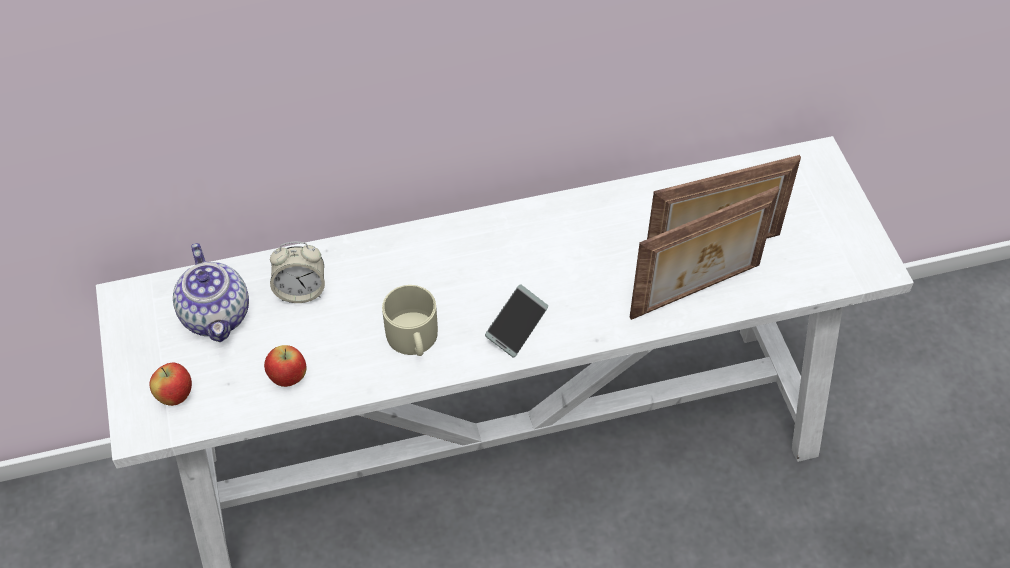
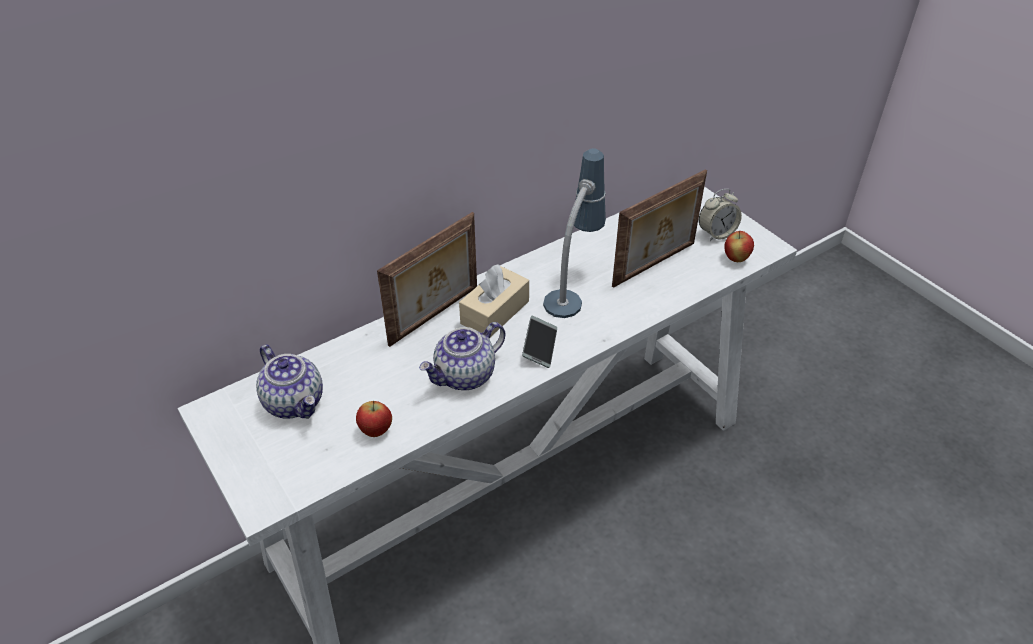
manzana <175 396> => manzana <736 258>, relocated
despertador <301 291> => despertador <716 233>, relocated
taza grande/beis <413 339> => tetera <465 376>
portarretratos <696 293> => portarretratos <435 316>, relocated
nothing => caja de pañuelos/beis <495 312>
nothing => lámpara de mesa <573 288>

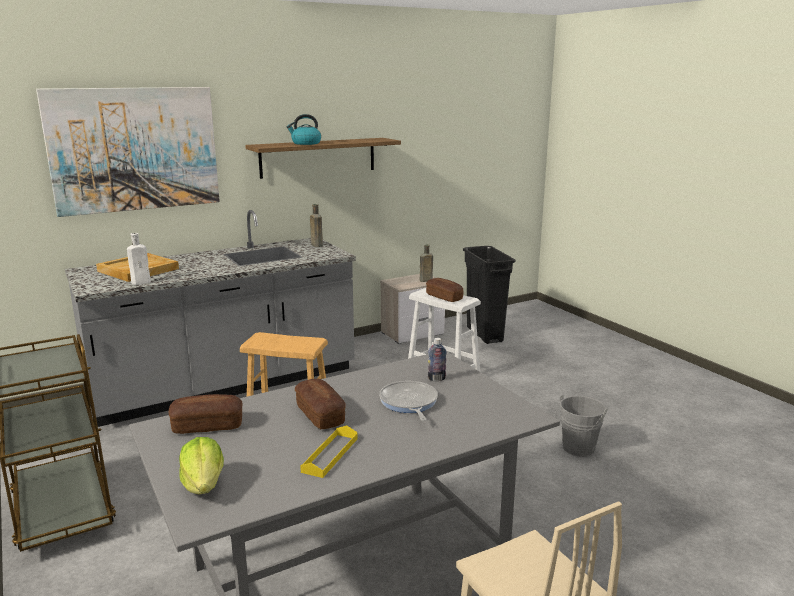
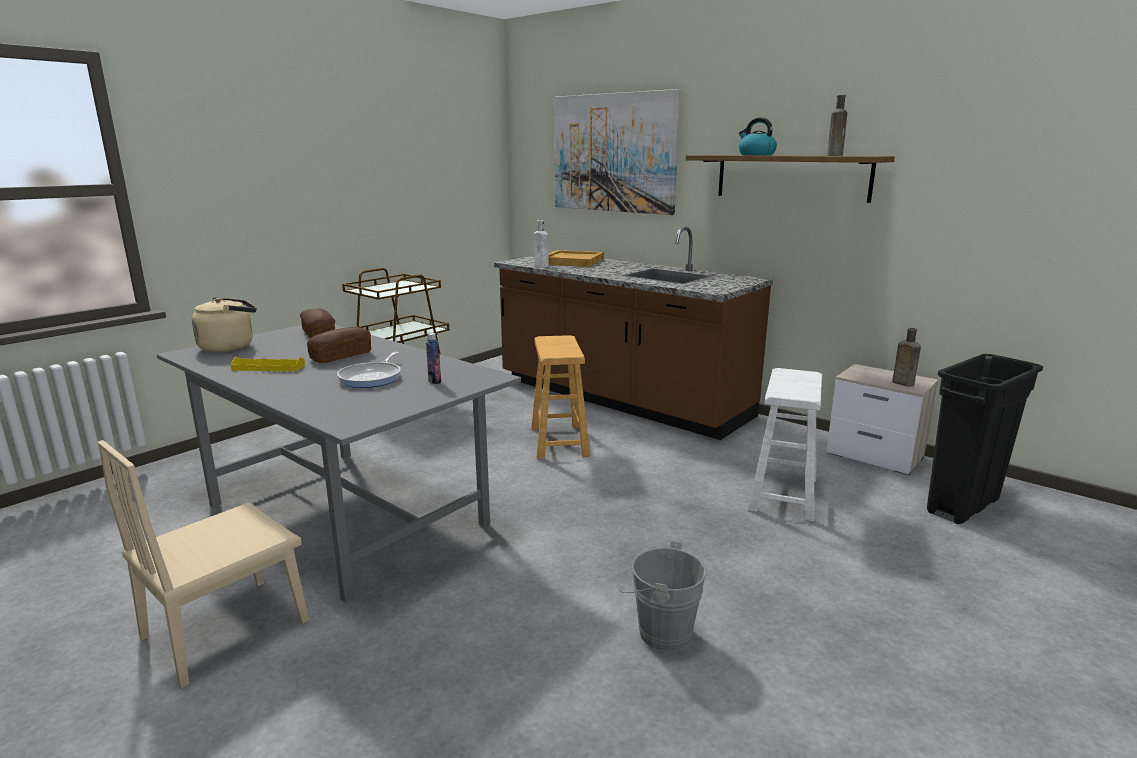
mueble bajo de cocina/gris <226 384> => mueble bajo de cocina/marrón <620 398>
lechuga <204 485> => hervidor/beis <230 347>
botella/marrón <316 245> => botella/marrón <835 155>, relocated
sartén <409 403> => sartén <372 378>, 135 degrees clockwise
pan <444 297> => nothing

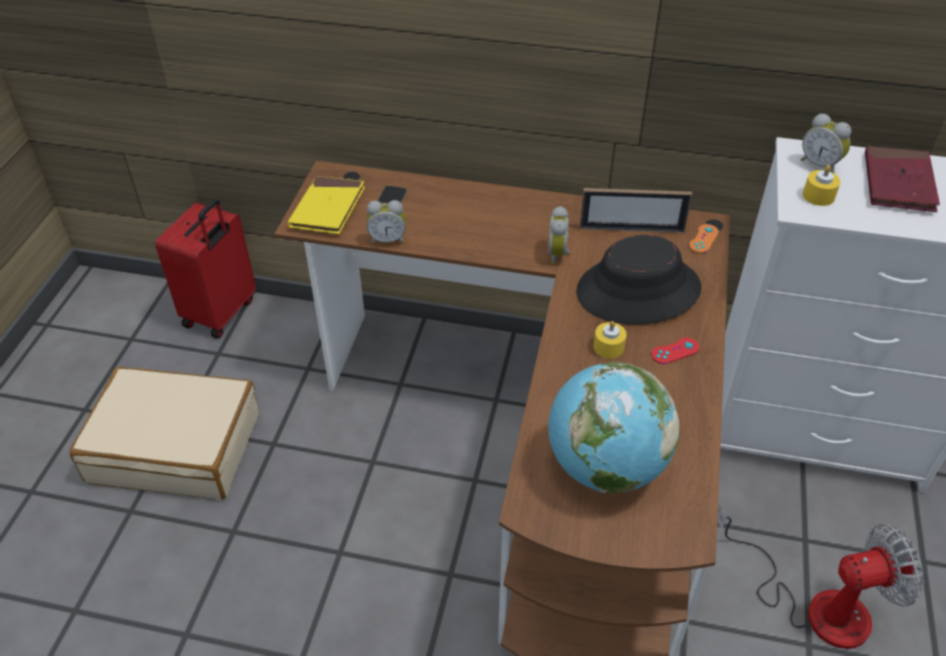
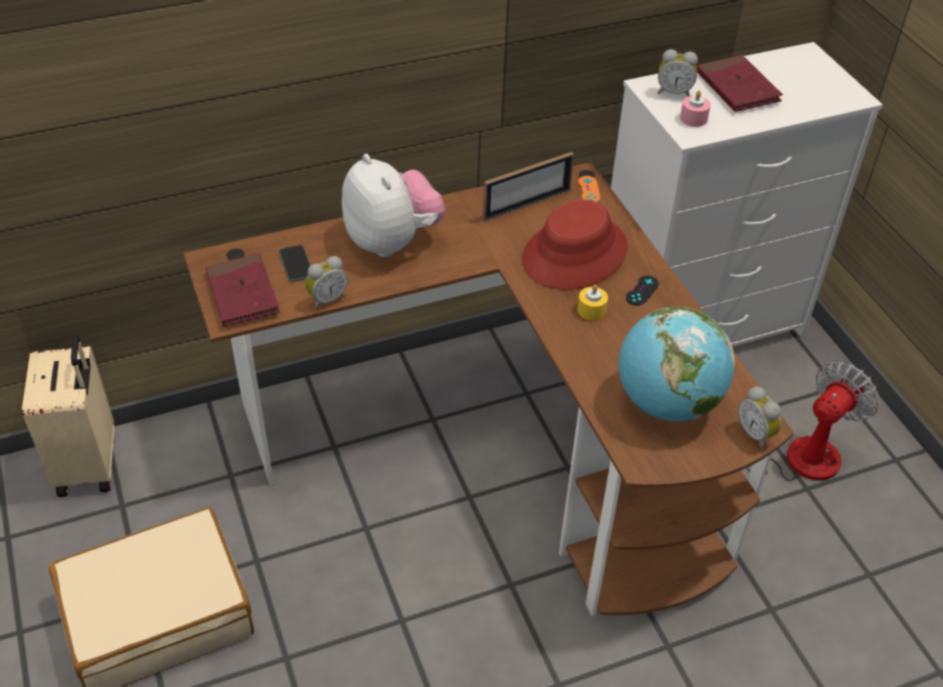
maleta/rojo <221 313> => maleta/beis <89 465>
libro/amarillo <328 208> => libro/rojo <242 293>
despertador <559 254> => despertador <756 434>, relocated
sombrero/negro <638 291> => sombrero/rojo <575 254>
mando de consola/rojo <675 351> => mando de consola/negro <642 291>
vela/amarillo <818 196> => vela/rosa <693 118>
nothing => peluche <392 241>

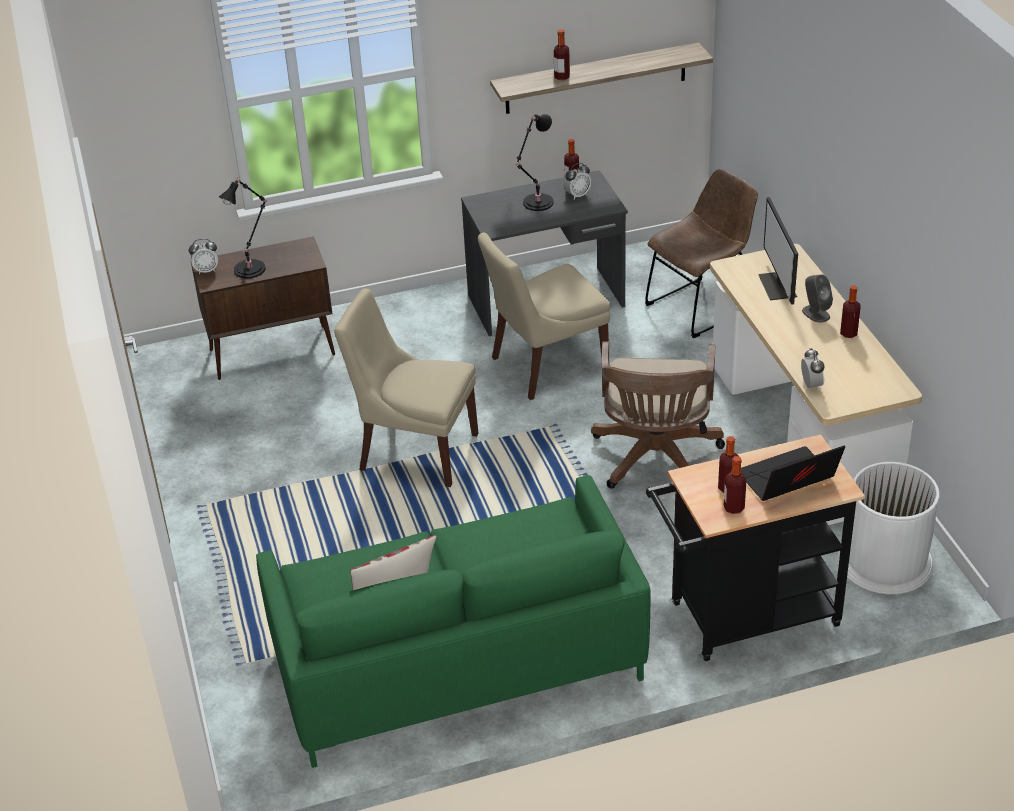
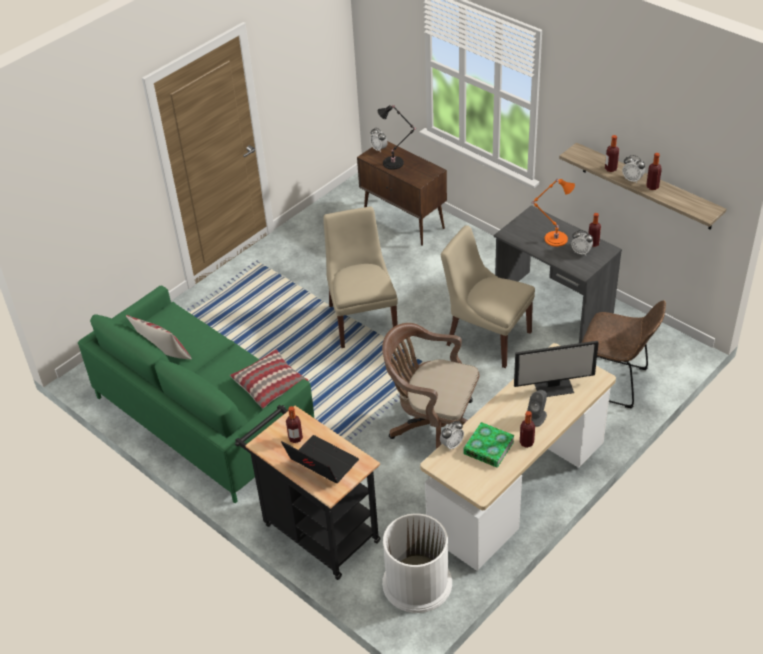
lámpara de mesa/negro <536 204> => lámpara de mesa/naranja <553 239>
silla de oficina/marrón <655 461> => silla de oficina/marrón <433 427>, 45 degrees clockwise
botella <733 508> => botella <652 186>, relocated
monitor <778 286> => monitor <554 387>, 150 degrees counterclockwise
nothing => cojín <270 384>
nothing => libro <488 448>
nothing => despertador <632 179>

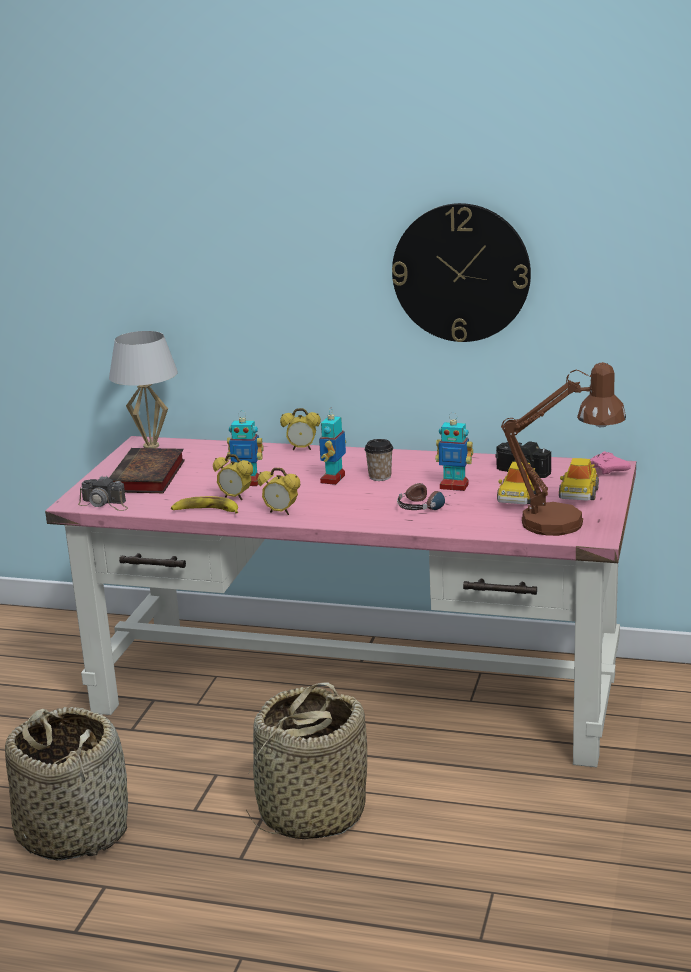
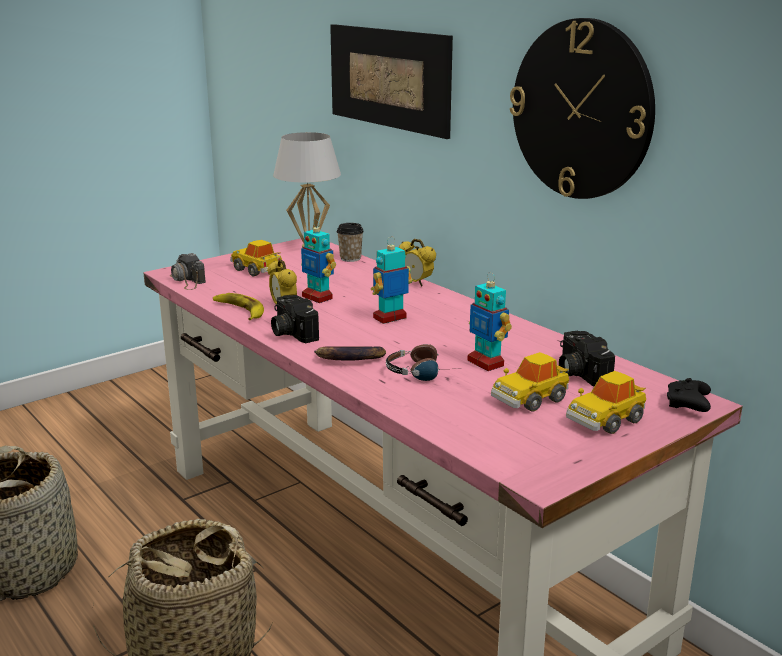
libro <147 477> => coche de juguete <257 269>
despertador <281 512> => cámara <291 332>
taza <380 477> => taza <350 258>, relocated
lámpara de mesa/marrón <566 523> => nothing
mando de consola/rosa <609 470> => mando de consola/negro <688 405>
nothing => plátano <349 359>
nothing => cuadro <388 78>

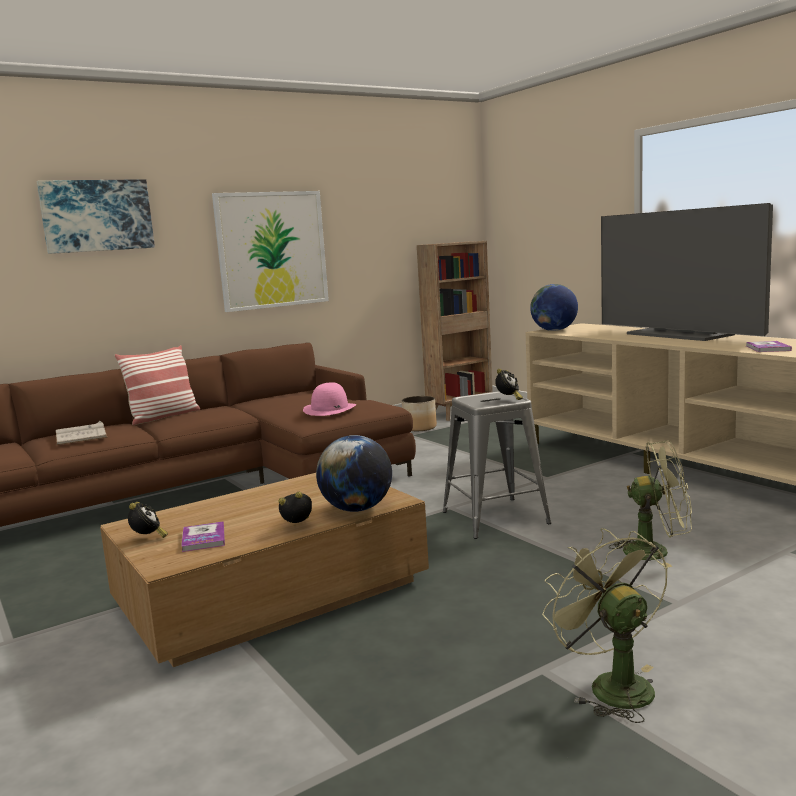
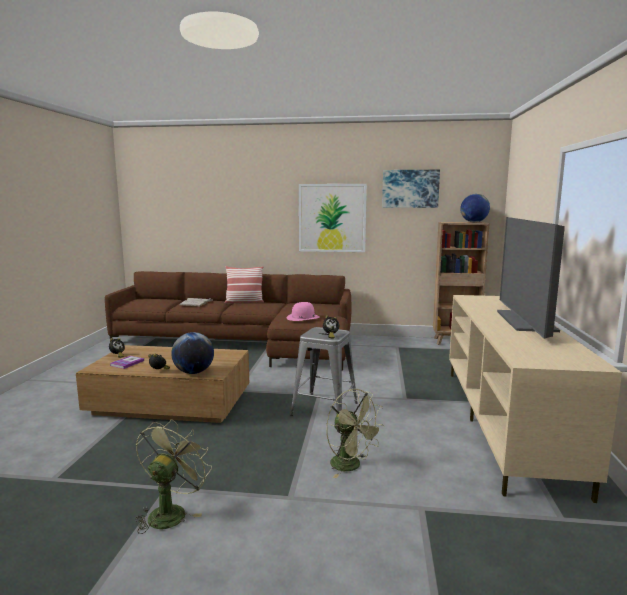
cuadro <97 216> => cuadro <410 188>, relocated
maceta <420 428> => nothing
globo terráqueo <554 330> => globo terráqueo <474 222>, relocated
libro <767 348> => nothing

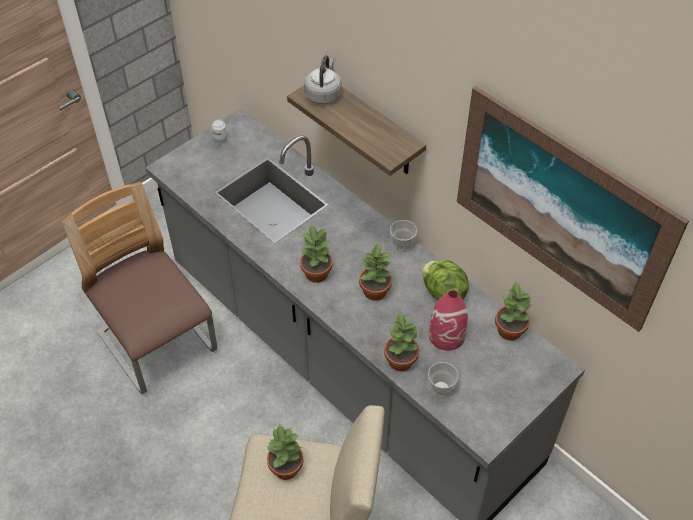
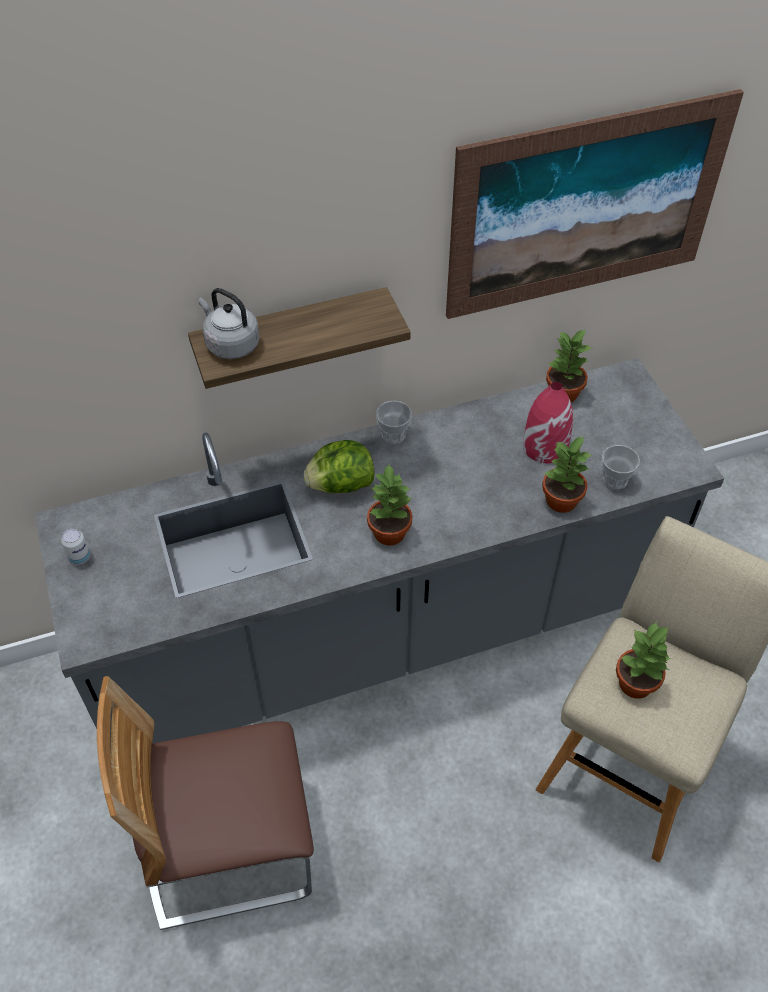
planta en maceta <374 291> => nothing
lechuga <442 293> => lechuga <341 485>, relocated

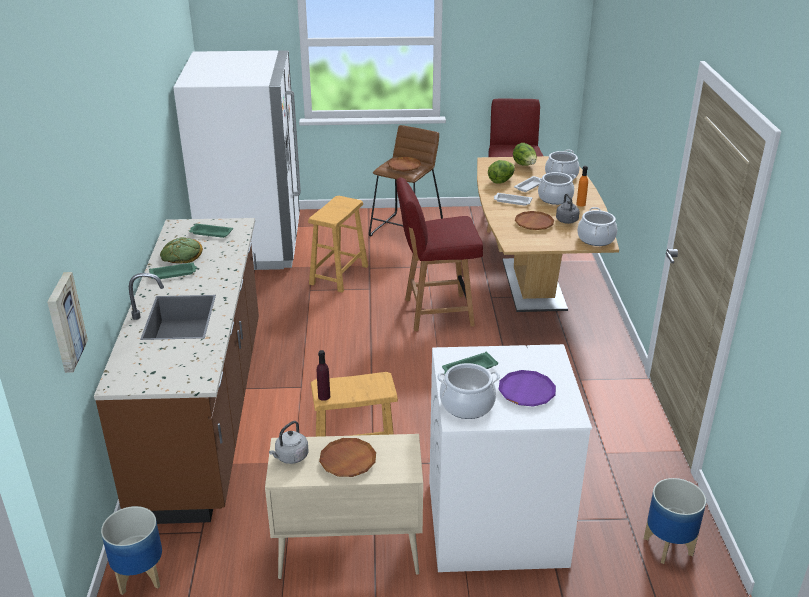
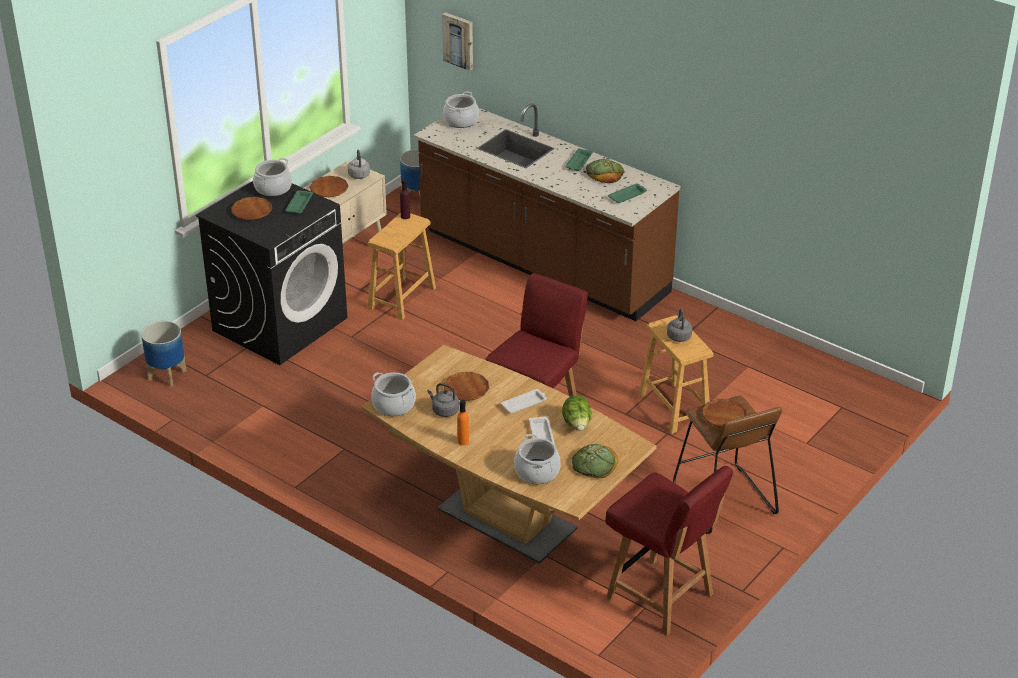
nevera/blanco <252 244> => nothing
lavadora/blanco <495 523> => lavadora/negro <280 324>
plato/morado <526 392> => plato/marrón <252 211>
lechuga <524 165> => pan <594 464>
olla <555 198> => olla <460 121>, relocated
nothing => hervidor/gris <679 336>

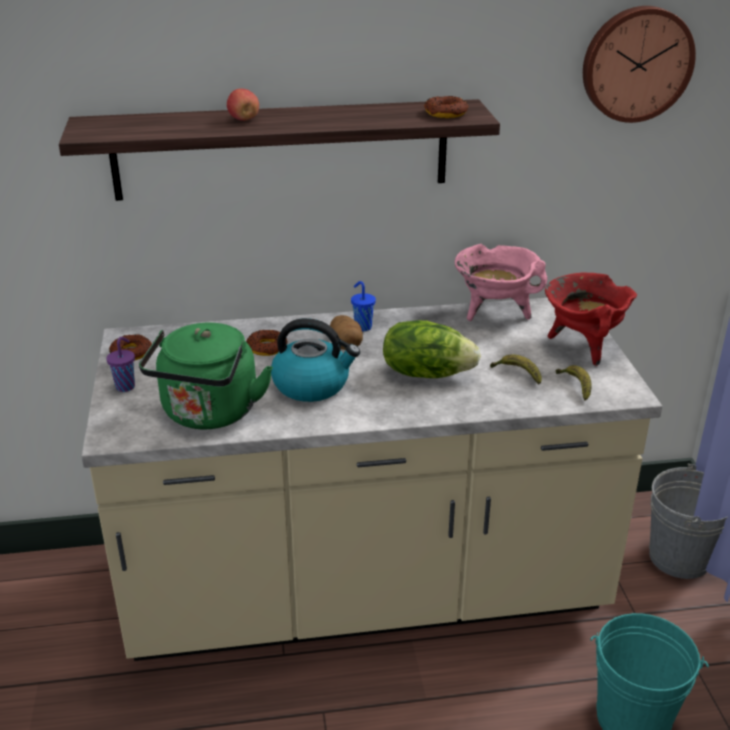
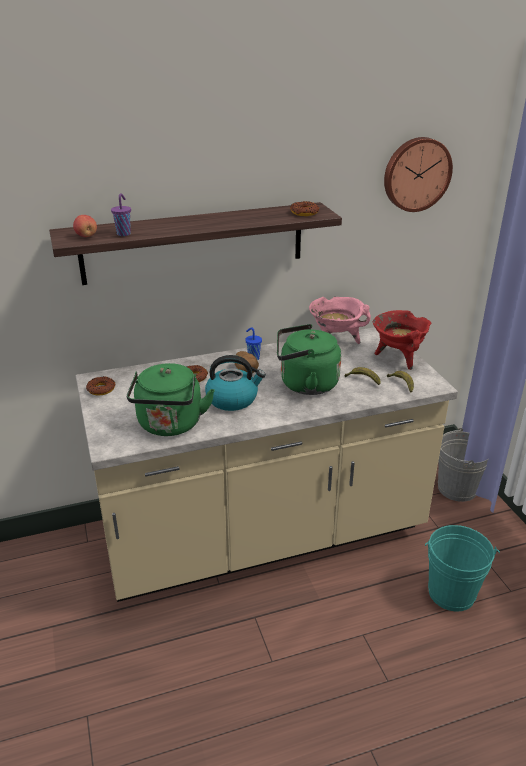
taza/morado <126 386> => taza/morado <124 234>, relocated
manzana <244 119> => manzana <86 236>, relocated
lechuga <426 373> => hervidor/verde <305 384>

